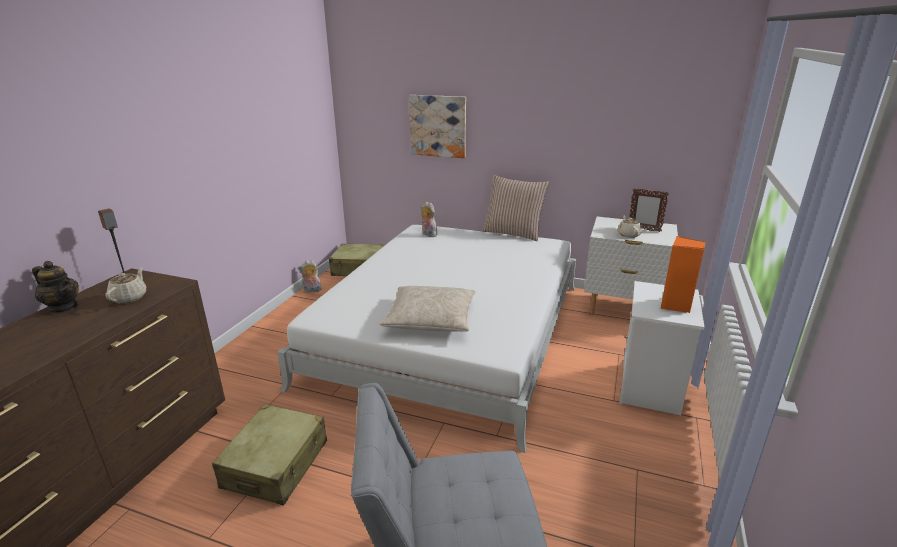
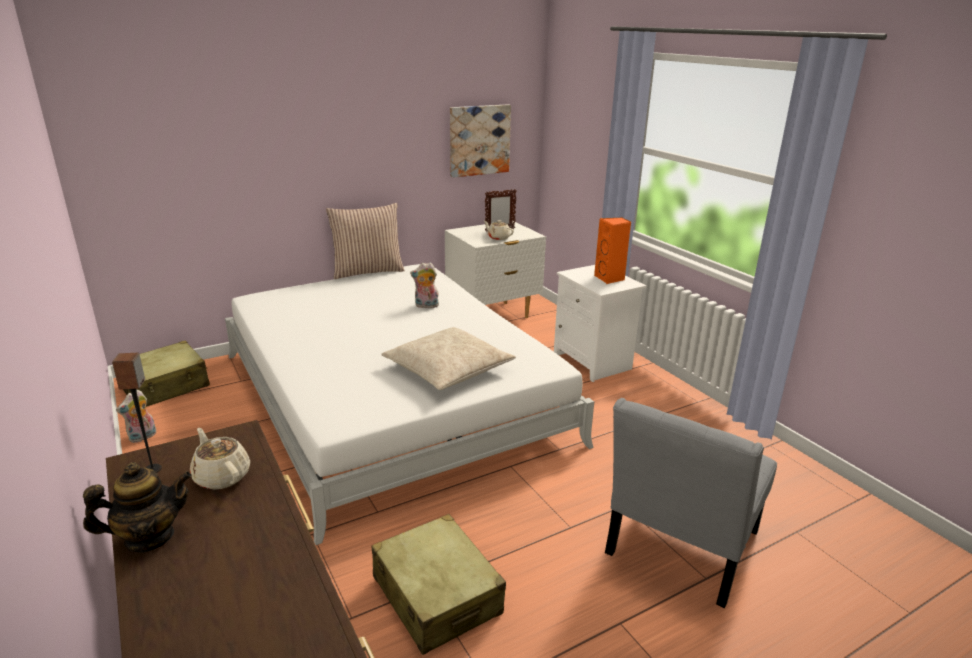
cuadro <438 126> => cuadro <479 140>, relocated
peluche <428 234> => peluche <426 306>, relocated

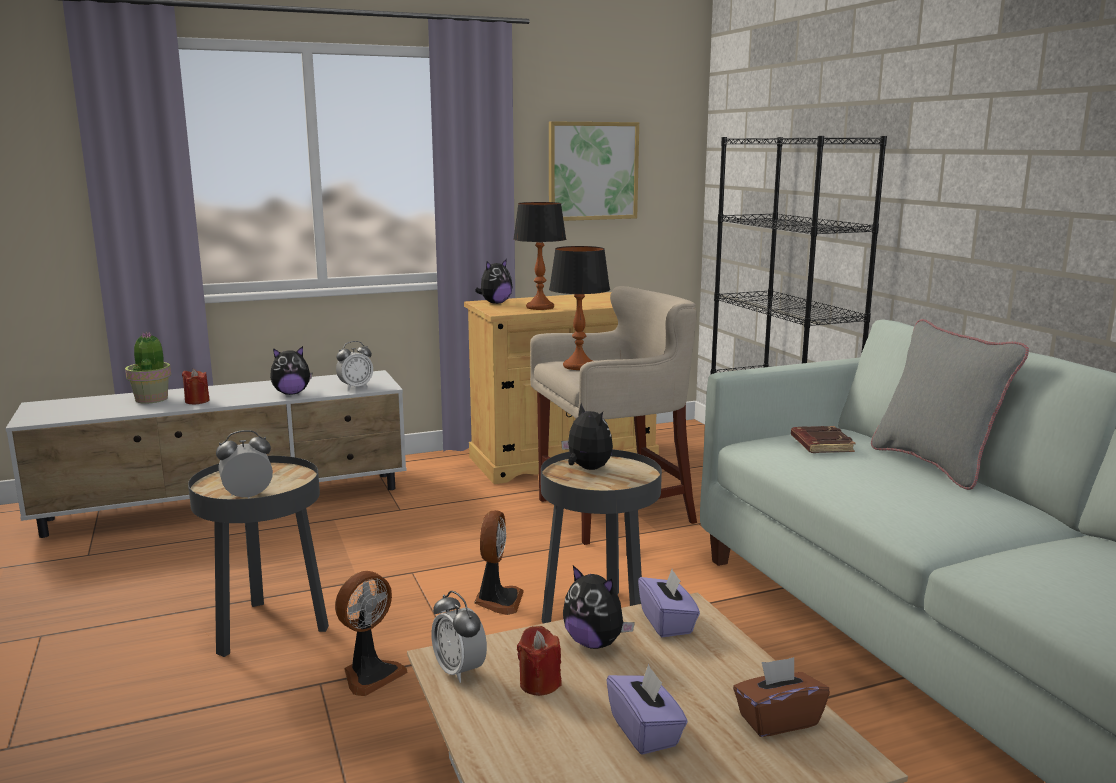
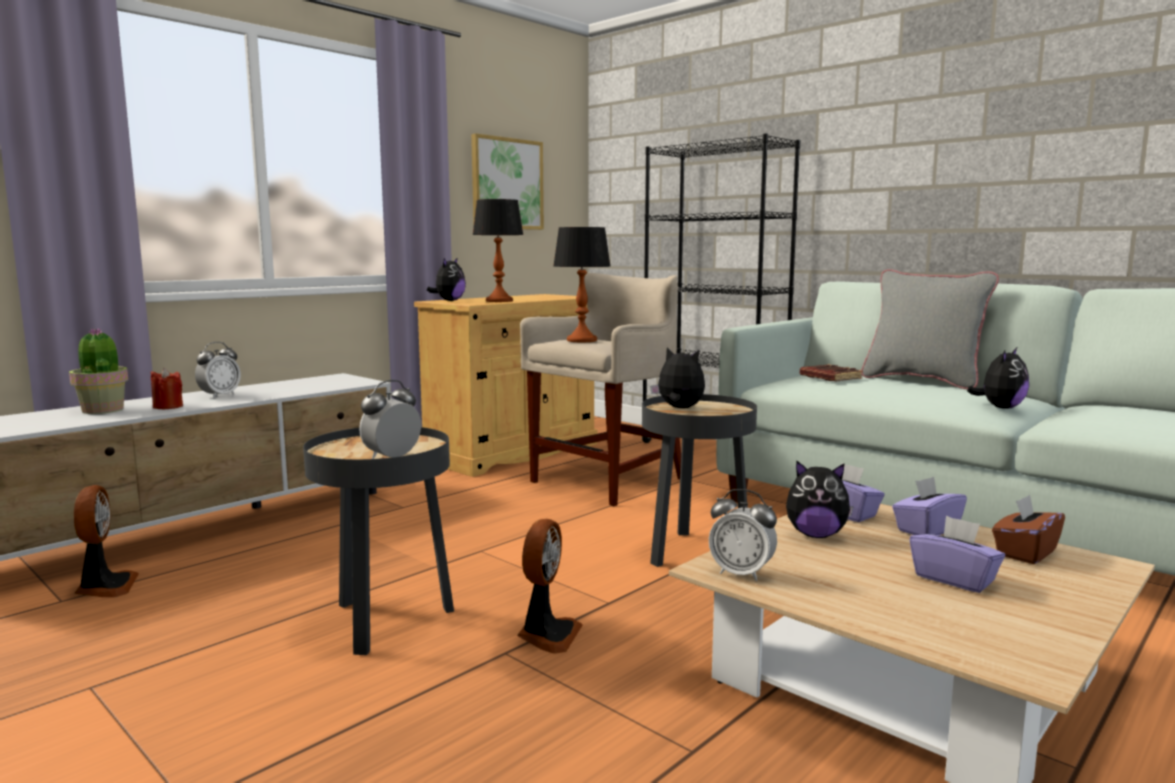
peluche <291 393> => peluche <1000 408>, relocated
despertador <355 387> => despertador <219 396>, relocated
ventilador <497 600> => ventilador <105 587>, relocated
vela/rojo <539 684> => nothing
nothing => caja de pañuelos/morado <926 530>

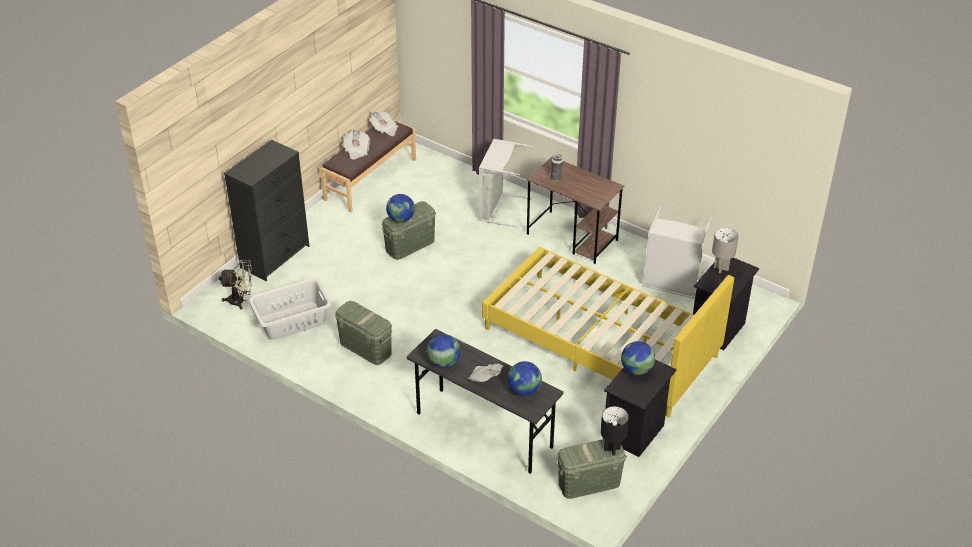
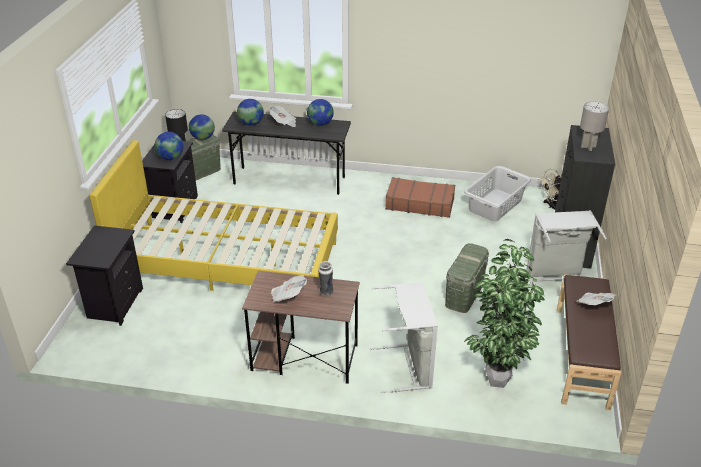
caja de almacenaje/verde <366 348> => maleta/marrón <419 204>
periódico <384 129> => periódico <288 296>, relocated
globo terráqueo <401 219> => globo terráqueo <203 138>, relocated
cesto de la ropa/gris <671 284> => cesto de la ropa/gris <556 280>, relocated
lámpara de mesa/gris <720 268> => lámpara de mesa/gris <588 146>, relocated
nothing => planta en maceta <494 381>

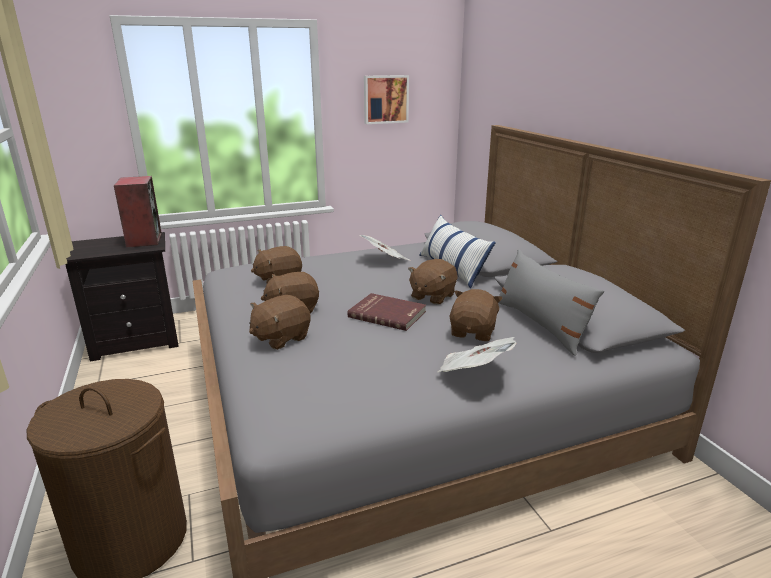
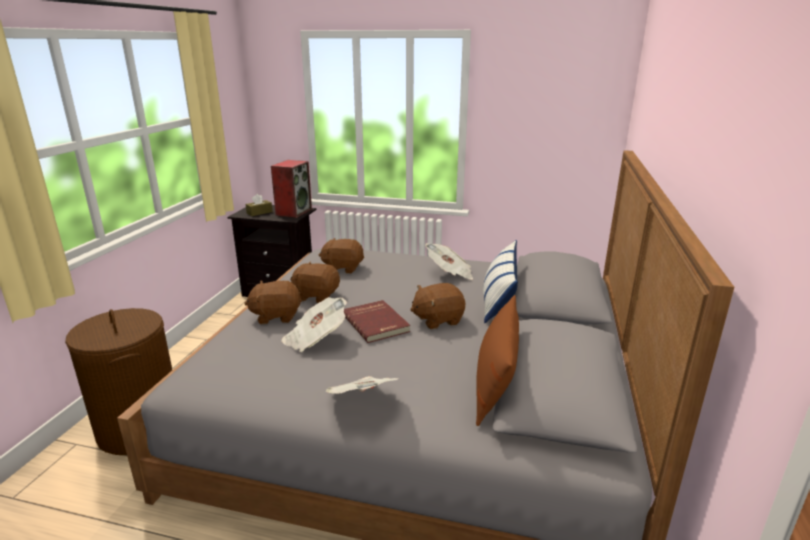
cuadro <385 99> => nothing
peluche/marrón <473 332> => nothing
cojín/gris <540 324> => cojín/marrón <495 382>
nothing => caja de pañuelos/marrón <259 212>
nothing => periódico <315 339>

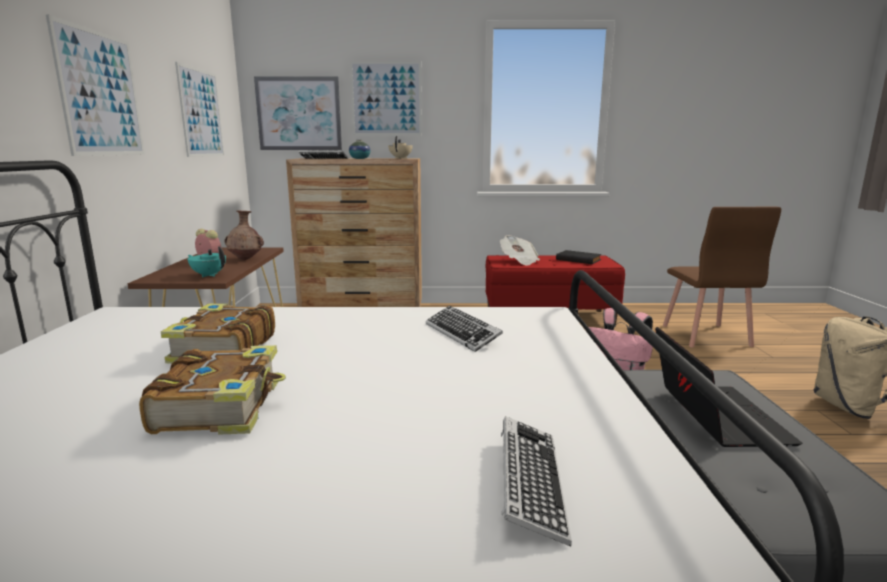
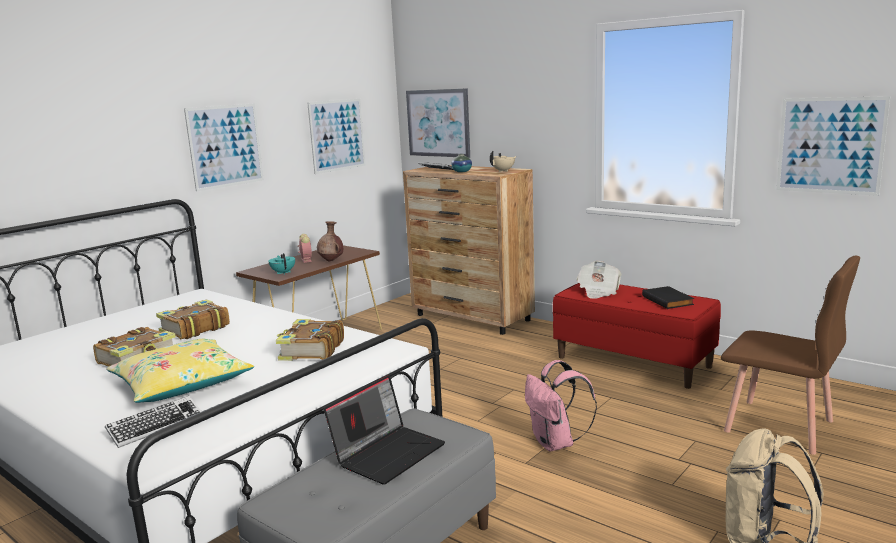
cuadro <386 99> => cuadro <830 145>, relocated
teclado <462 333> => libro <311 350>
silla/marrón <705 336> => silla/marrón <779 426>, 90 degrees counterclockwise
nothing => cojín/amarillo <181 384>

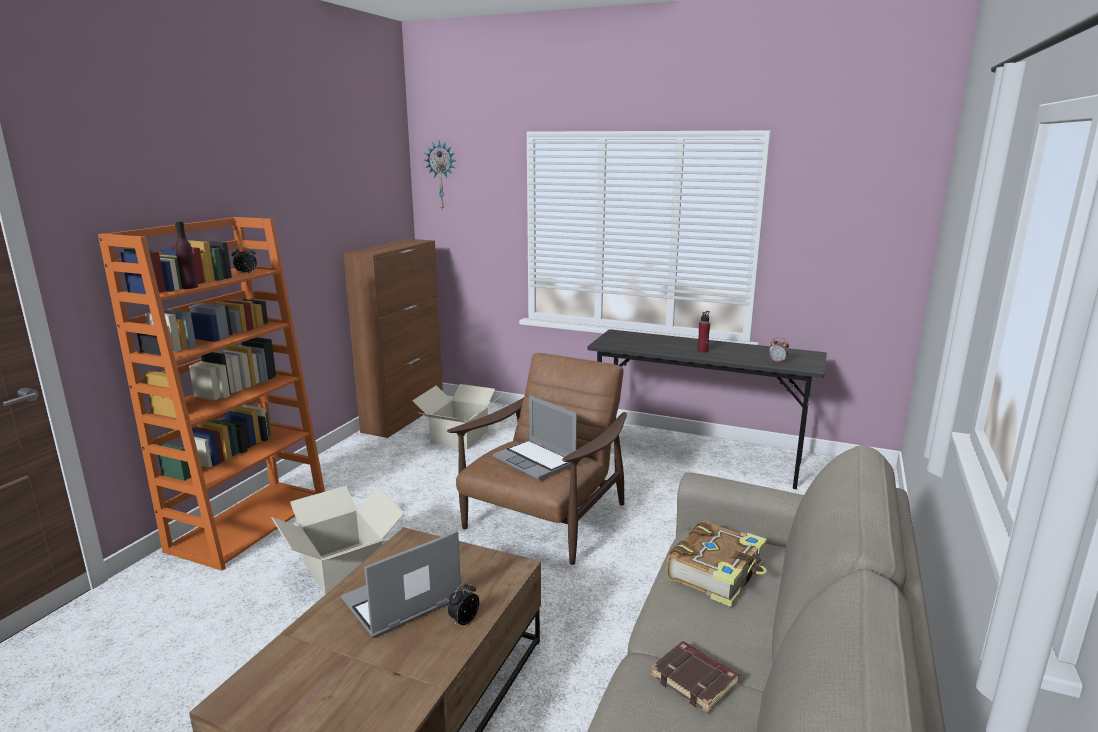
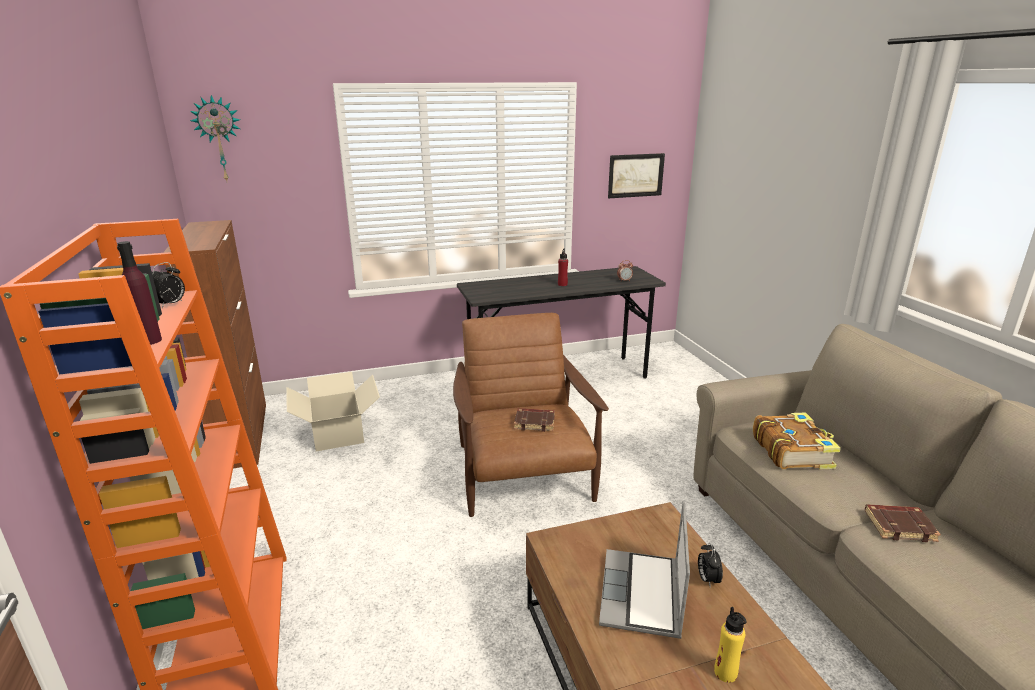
caja de cartón <344 568> => nothing
portátil <536 461> => libro/marrón <535 422>
nothing => cuadro <635 175>
nothing => botella/amarillo <725 673>

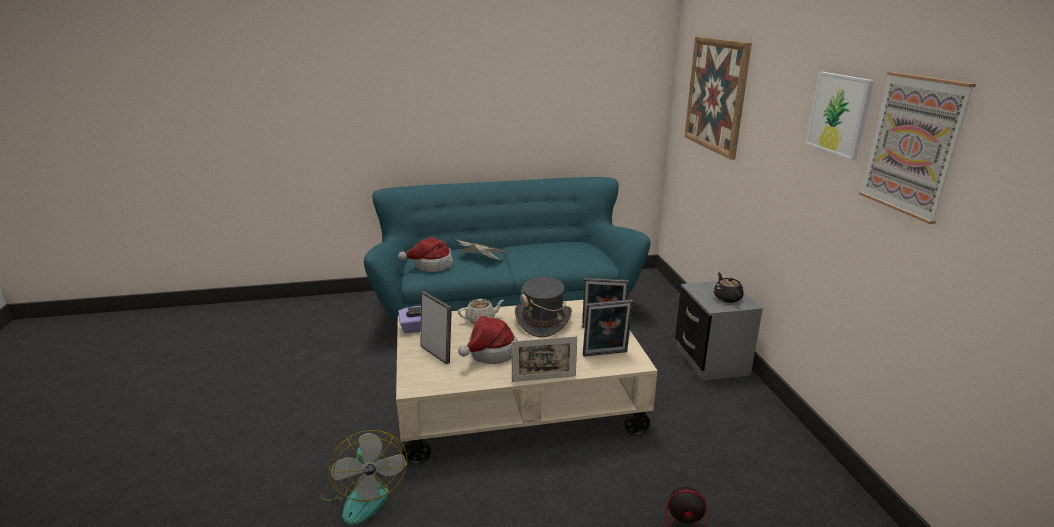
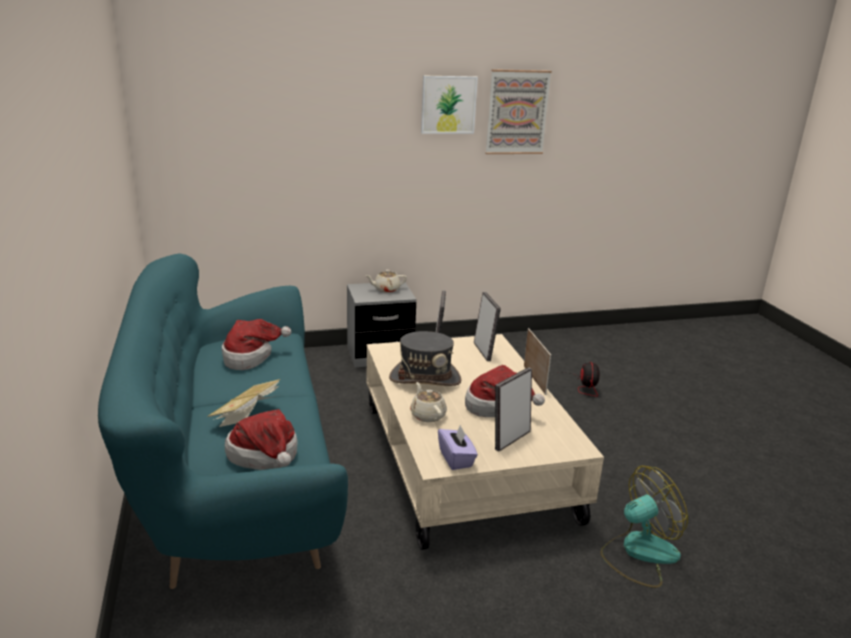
cuadro <716 95> => nothing
tetera/negro <727 298> => tetera/beis <386 289>
nothing => sombrero <250 357>

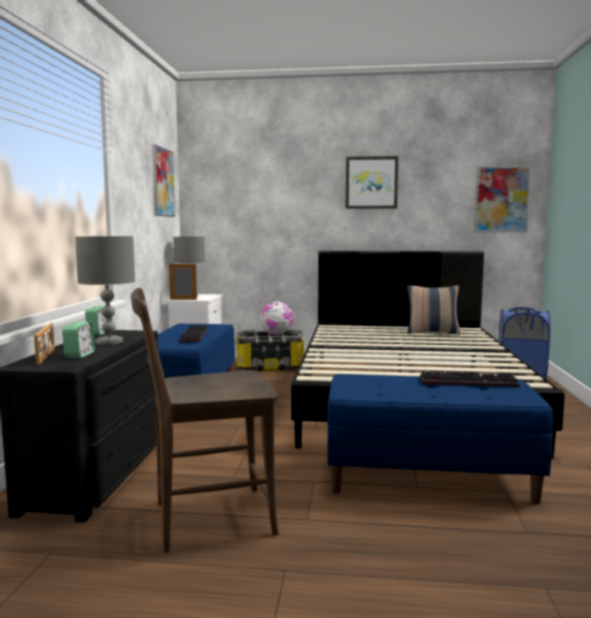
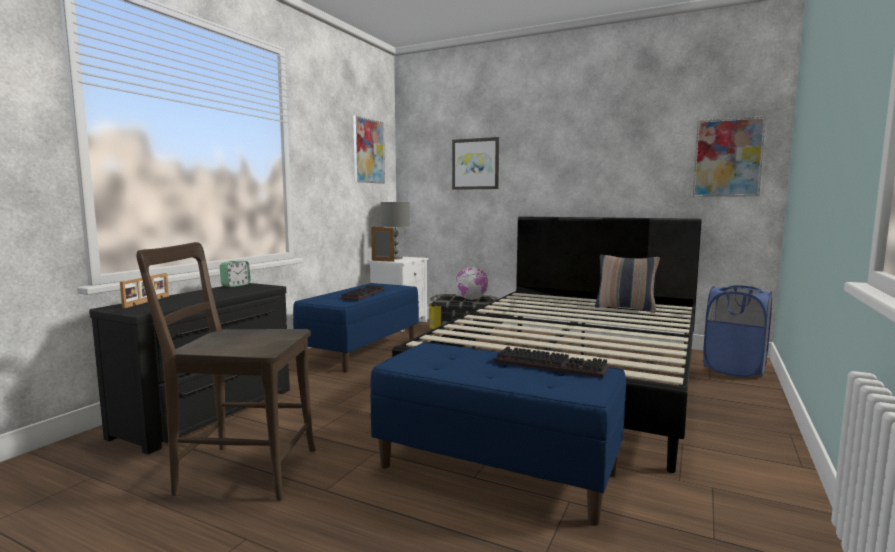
despertador <79 355> => nothing
lámpara de mesa/gris <109 342> => nothing
cuadro <371 182> => cuadro <475 164>, relocated

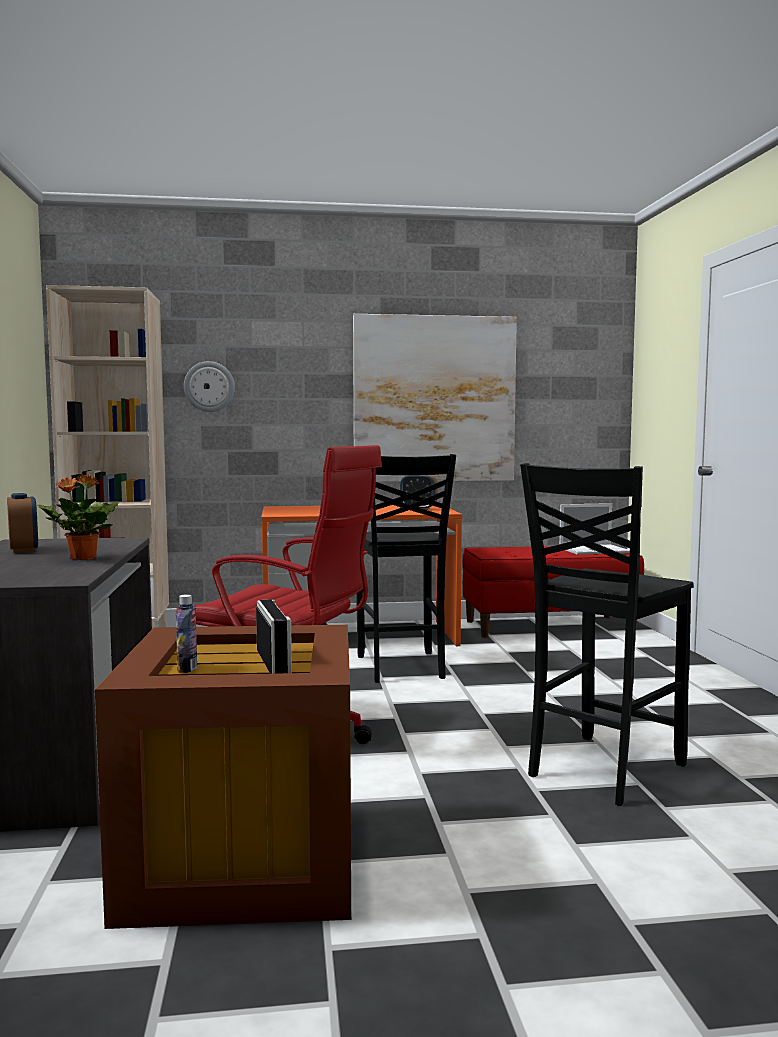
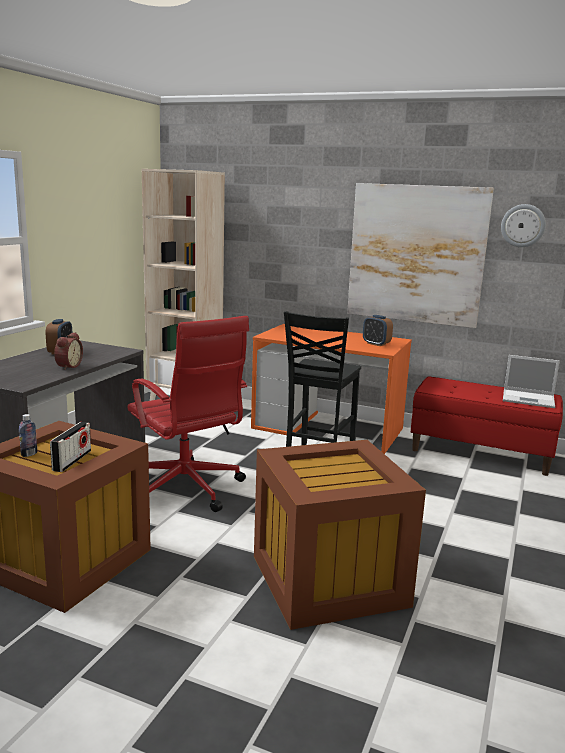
planta en maceta <82 558> => despertador <67 366>
reloj de pared <209 386> => reloj de pared <523 225>, relocated
silla/negro <601 770> => caja de almacenaje/marrón <326 579>

